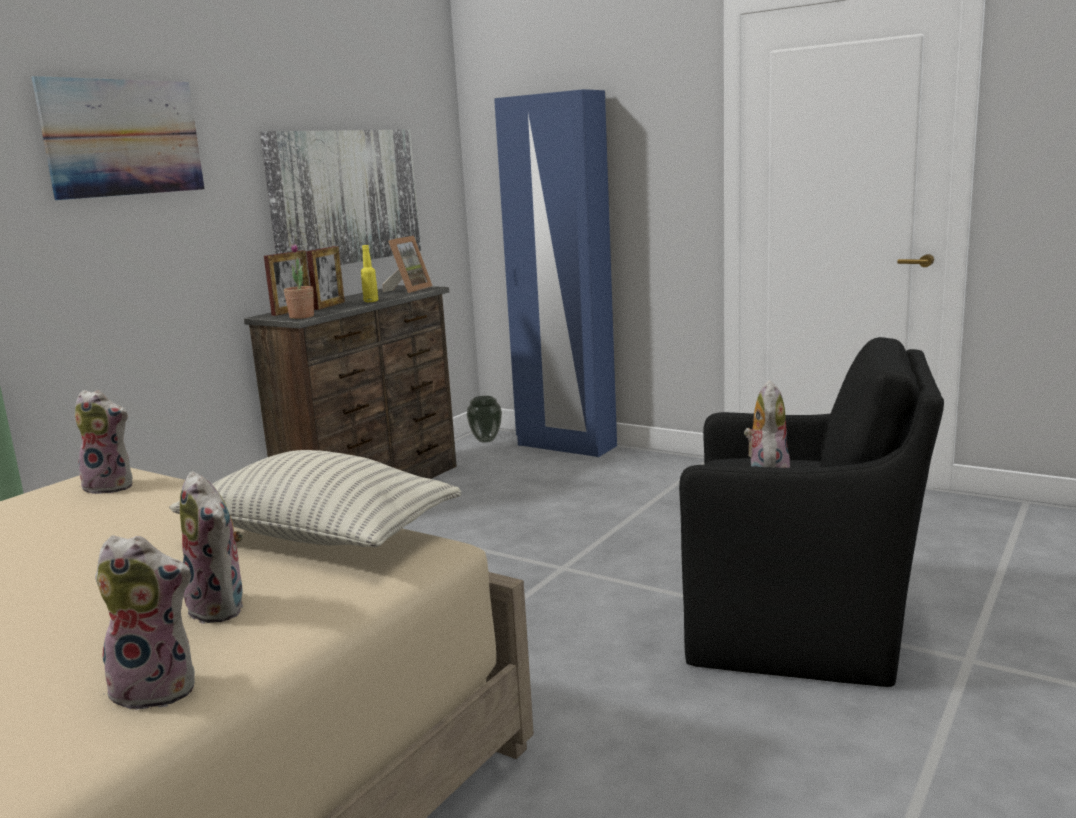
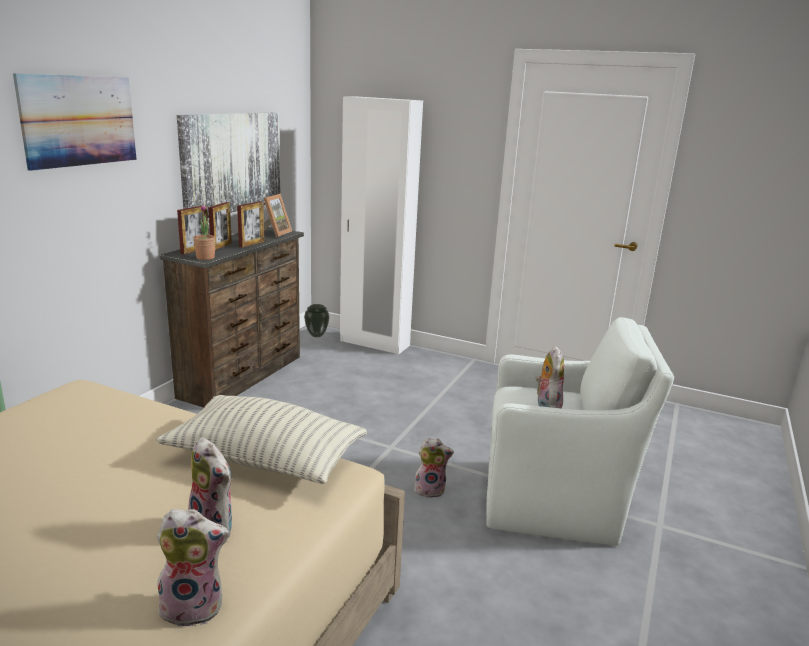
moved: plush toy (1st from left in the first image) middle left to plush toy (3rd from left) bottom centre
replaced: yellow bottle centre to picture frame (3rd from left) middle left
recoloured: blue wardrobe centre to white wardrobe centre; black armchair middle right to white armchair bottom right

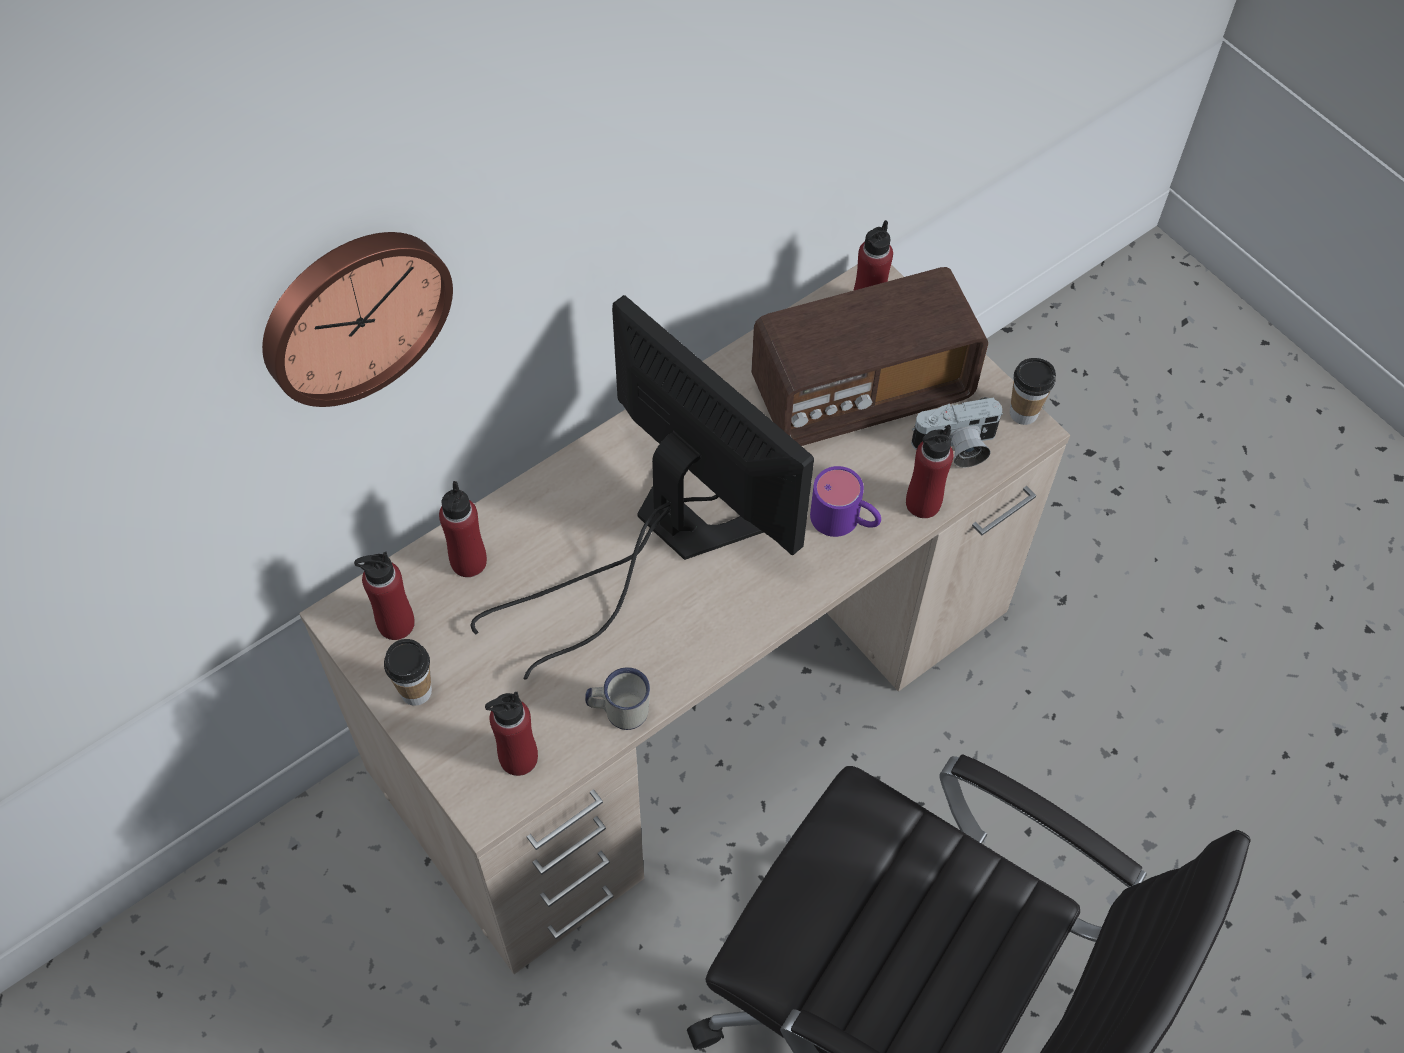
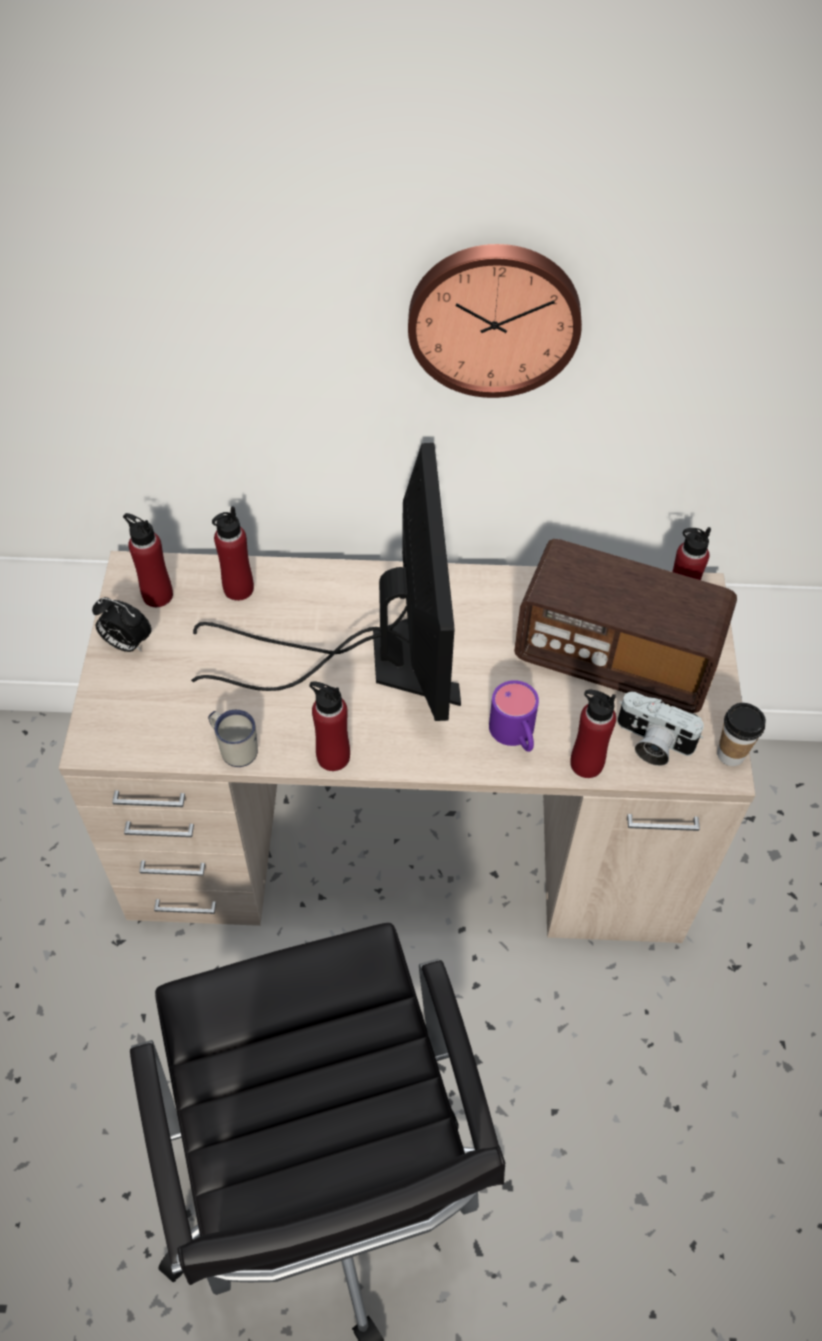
moved: red bottle (3rd from left) bottom centre to centre; wall clock top left to top centre
replaced: cup (1st from left) middle left to alarm clock middle left

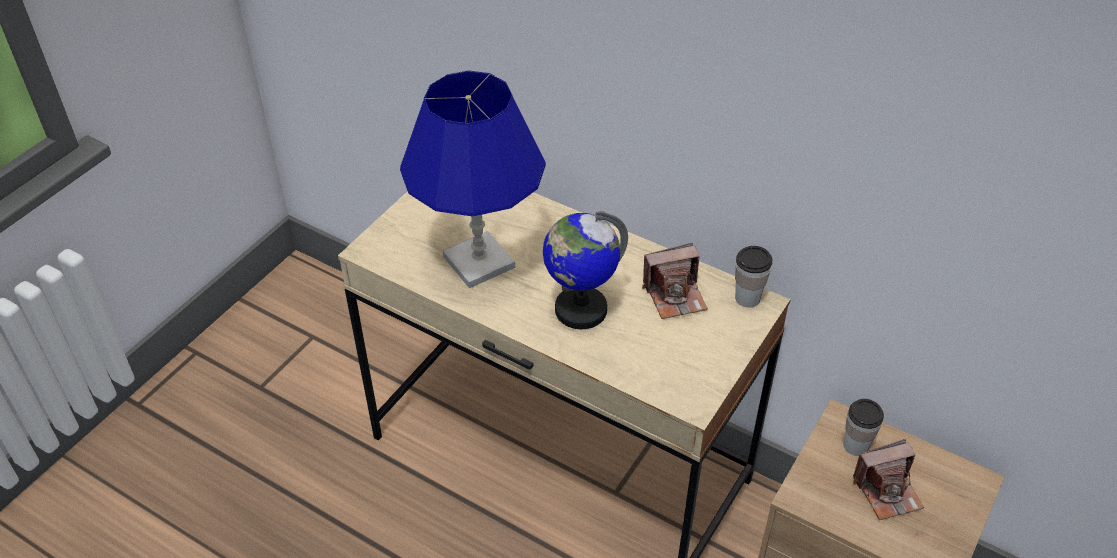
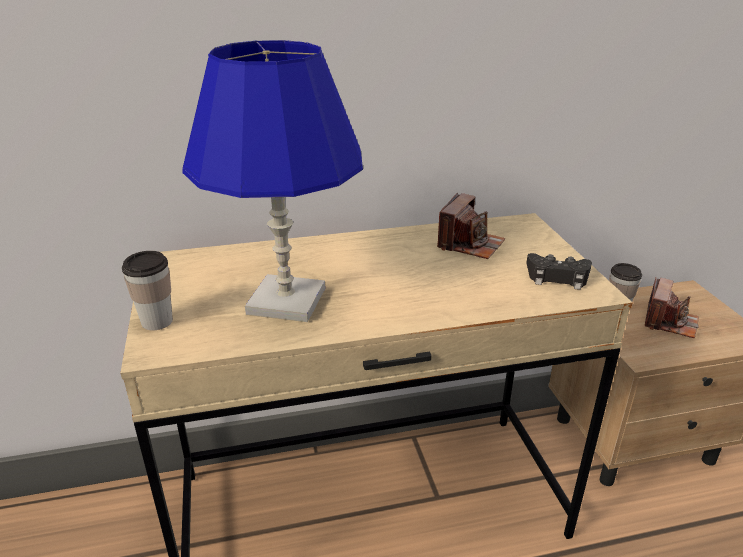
removed: globe centre
added: black game controller middle right
moved: cup (1st from left) middle right to middle left

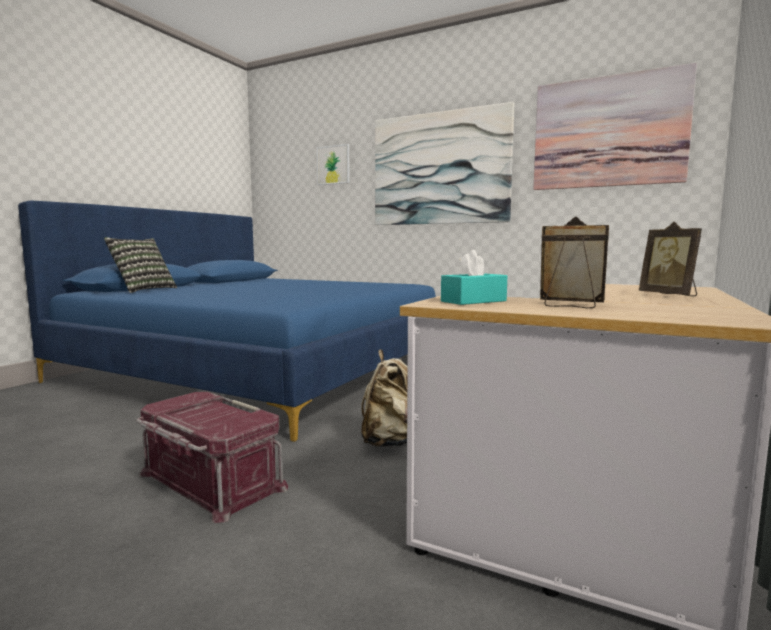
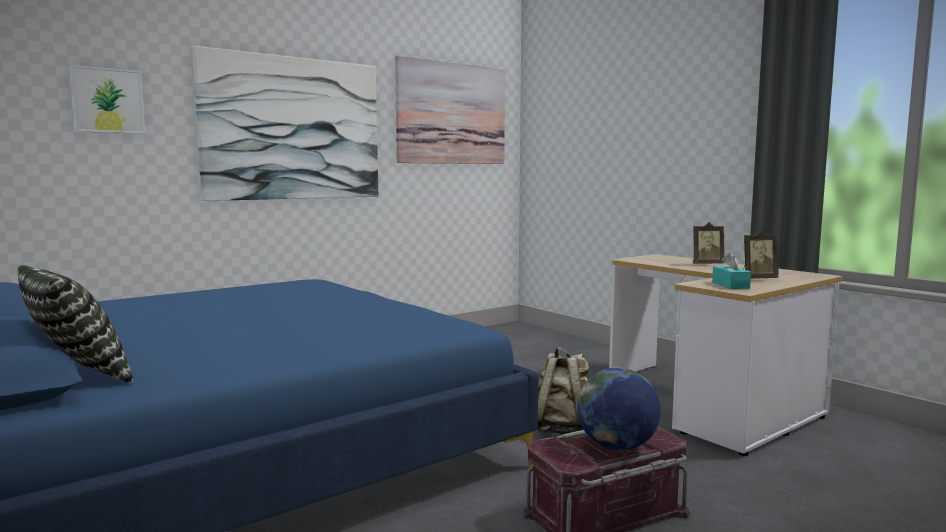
added: globe bottom centre
turned: picture frame (1st from left in the first image) middle right = middle right 150 degrees counterclockwise

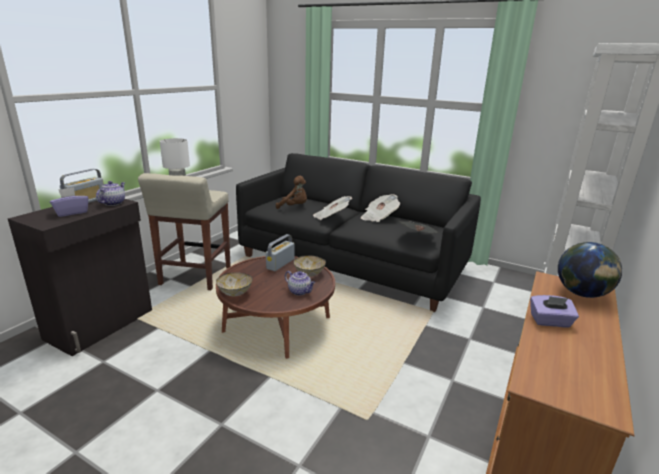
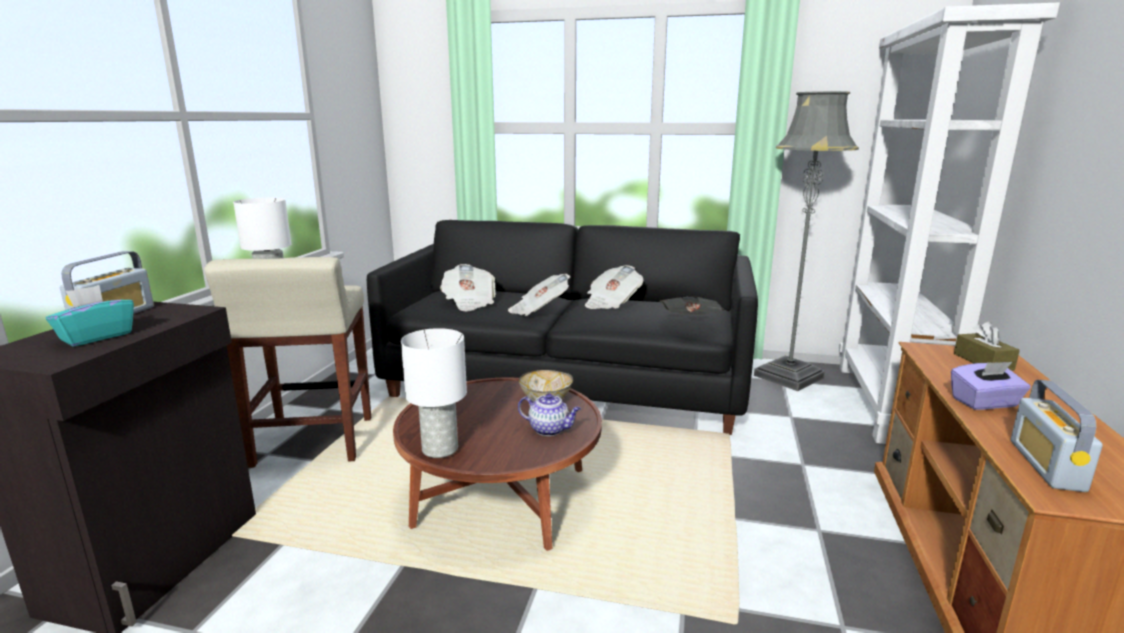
removed: teapot (1st from left) middle left
added: grey floor lamp middle right
moved: radio (2nd from left) centre to bottom right
replaced: bowl (1st from left) centre to white table lamp (2nd from left) centre; brown plush toy centre to newspaper (1st from left) centre; globe middle right to brown tissue box middle right
recoloured: purple tissue box (1st from left) middle left to turquoise tissue box middle left

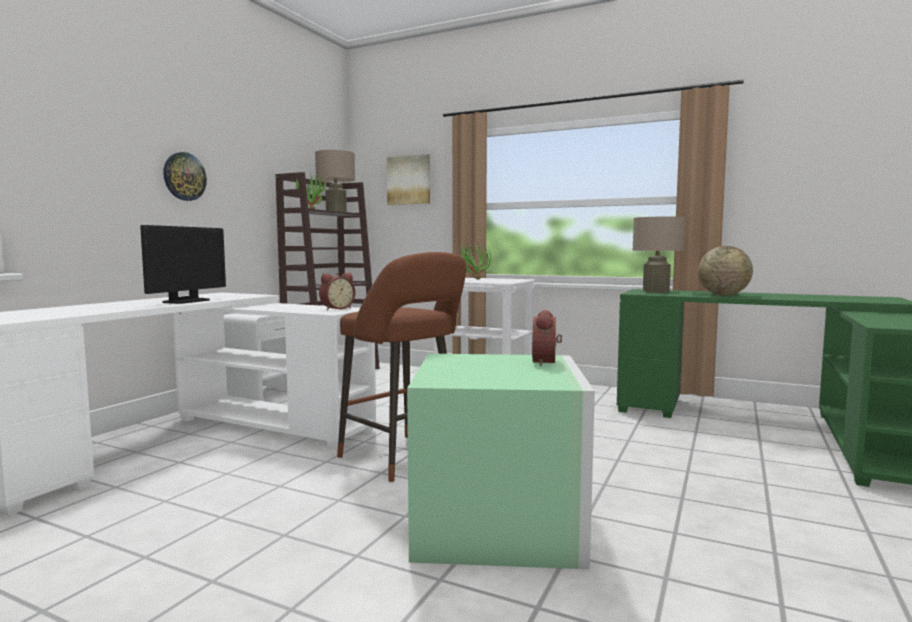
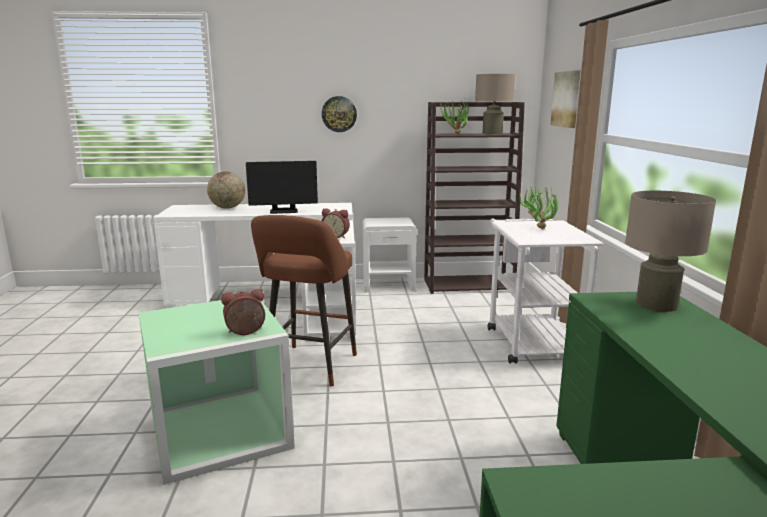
moved: globe middle right to middle left

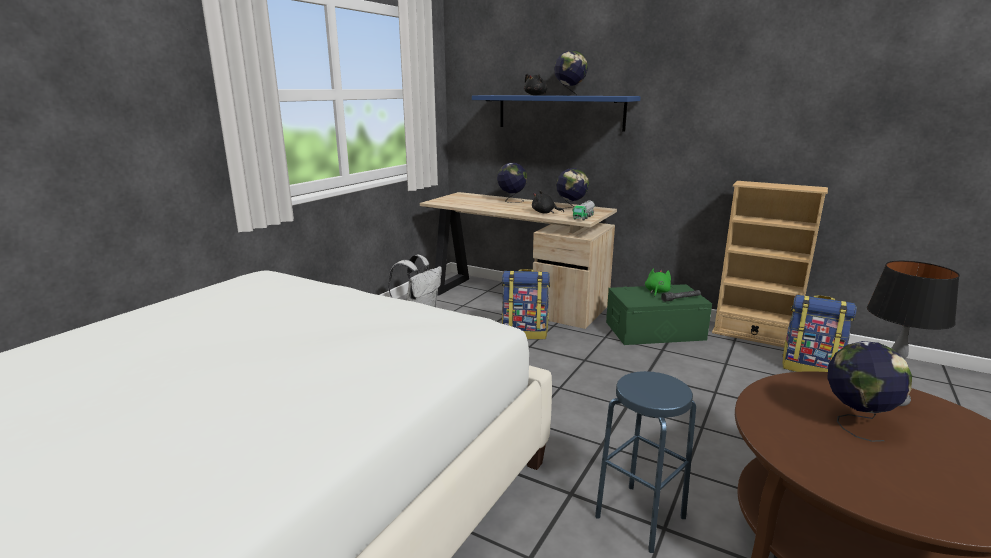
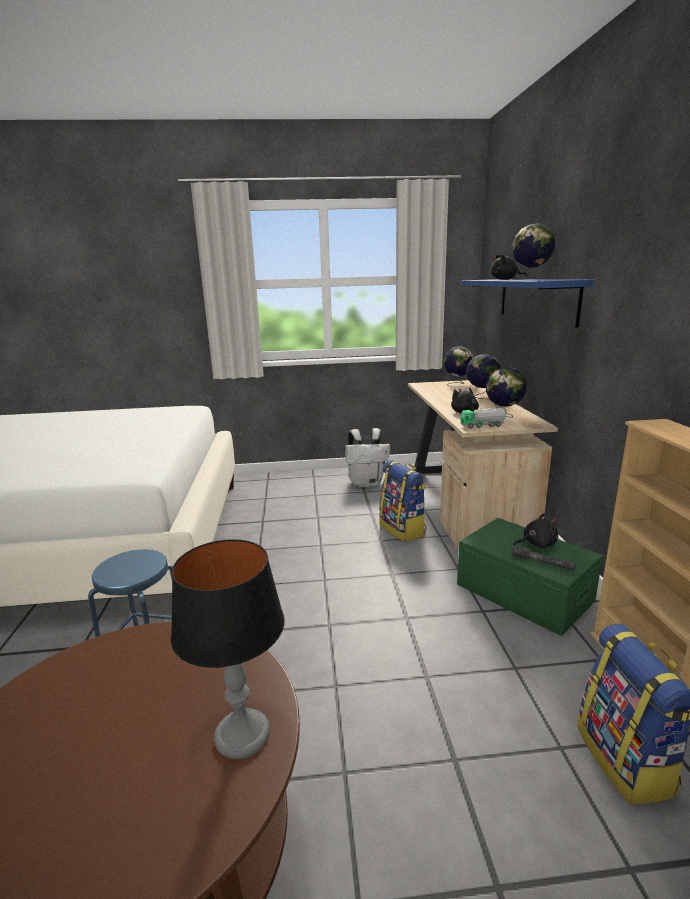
moved: globe (4th from left in the first image) bottom right to globe (1st from left) centre
recoloured: green plush toy centre to black plush toy (3rd from left) middle right

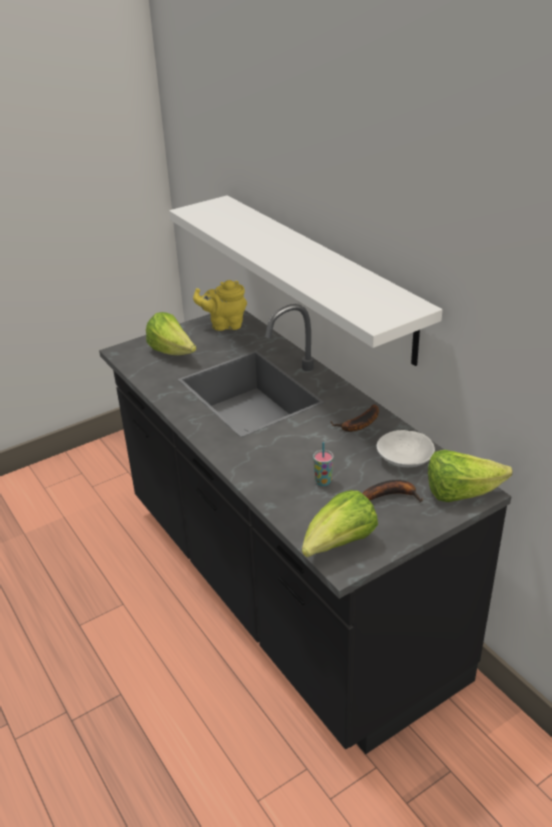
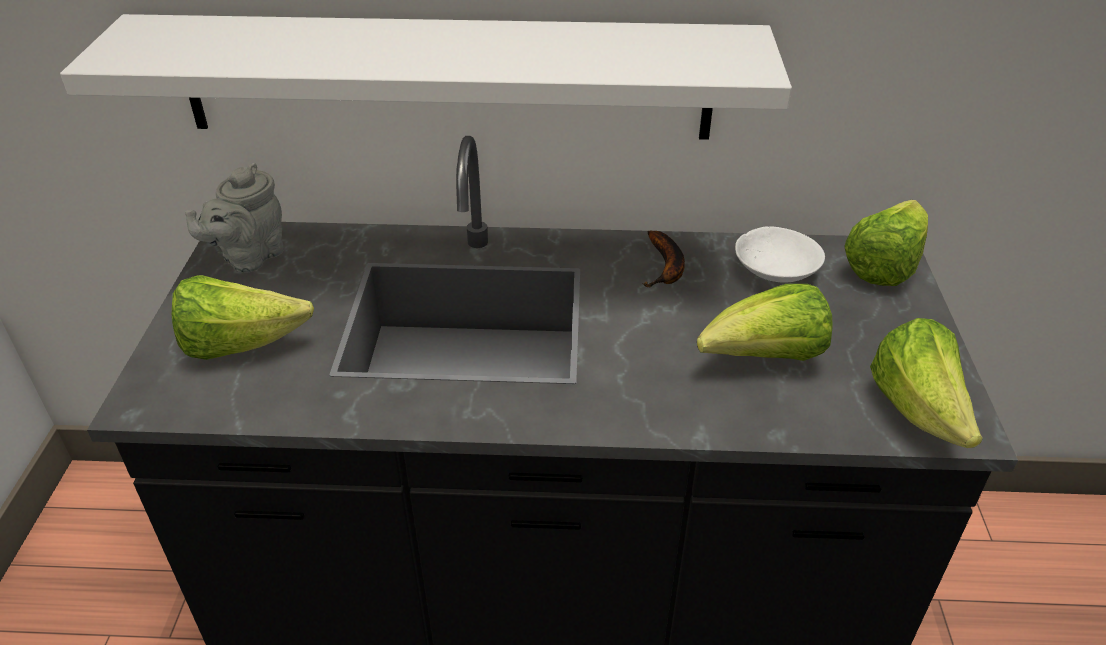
removed: banana (2nd from left) middle right
replaced: cup centre to lettuce (2nd from left) middle right
recoloured: yellow teapot centre to grey teapot middle left

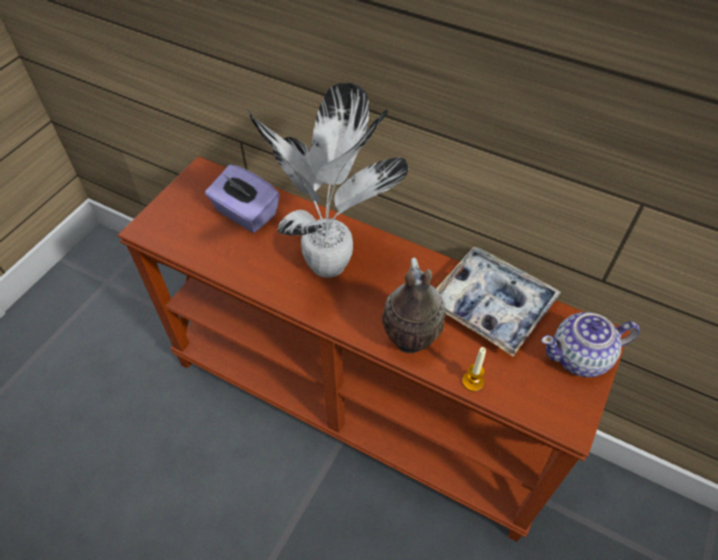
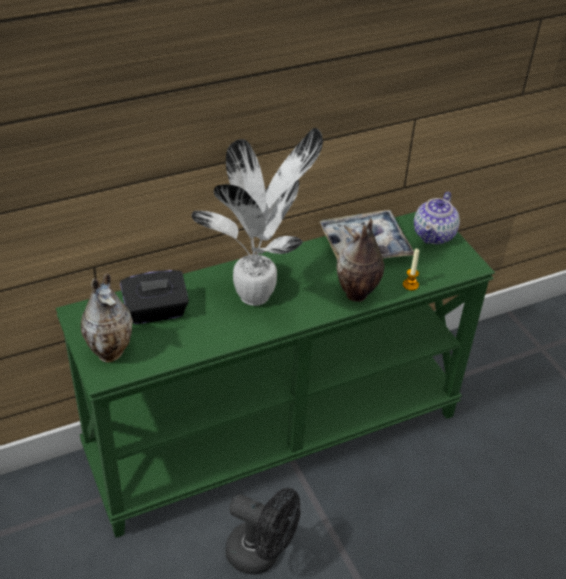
added: vase (1st from left) middle left; black fan bottom centre
recoloured: brown console table centre to green console table centre; purple tissue box centre to black tissue box middle left

